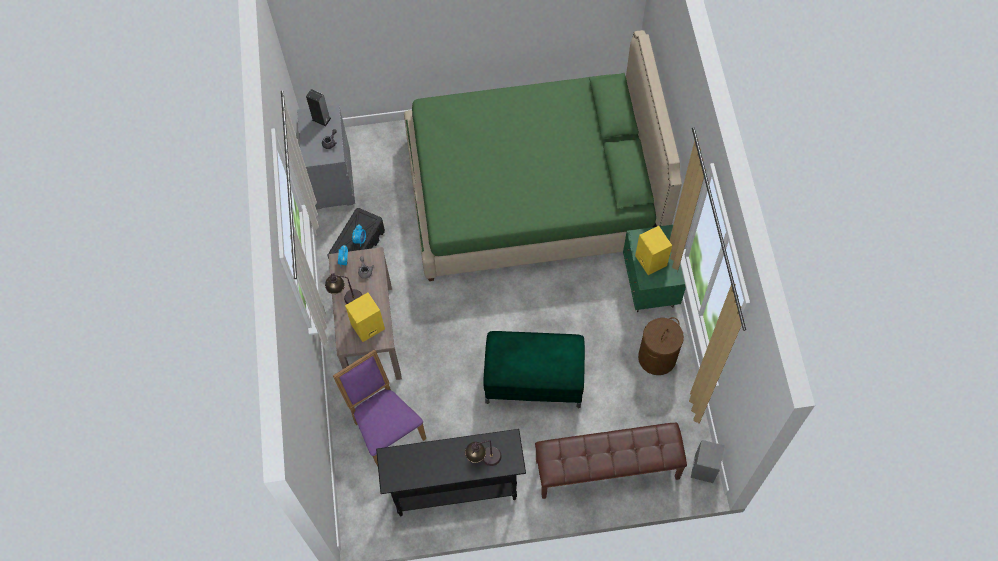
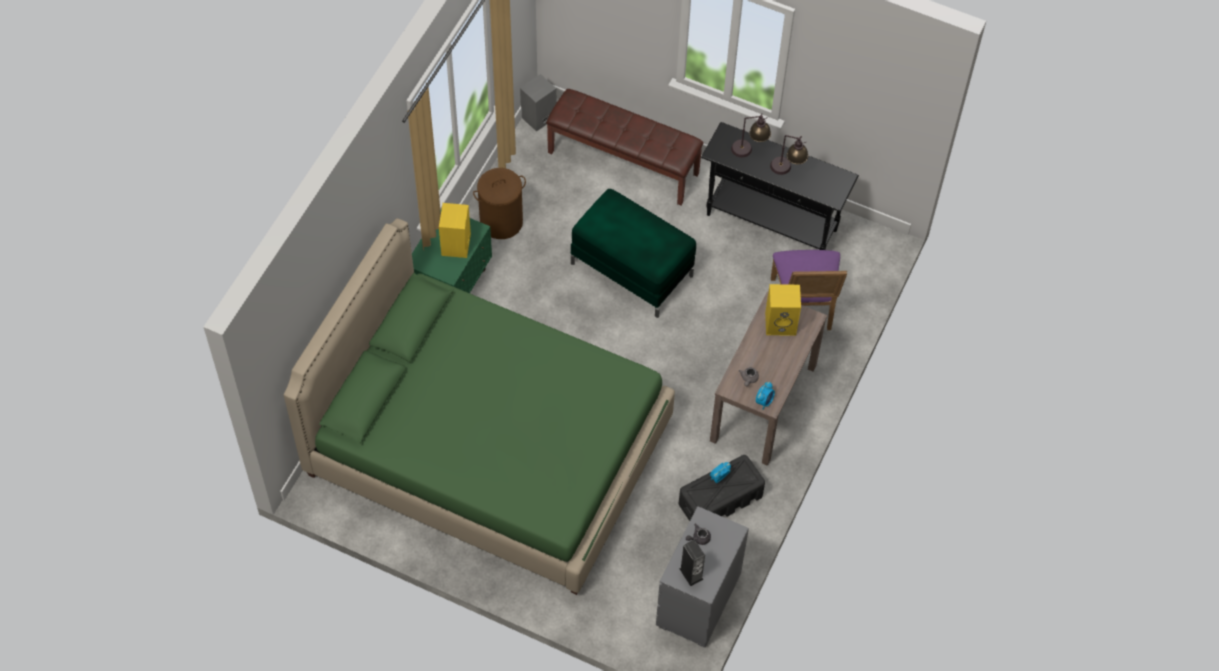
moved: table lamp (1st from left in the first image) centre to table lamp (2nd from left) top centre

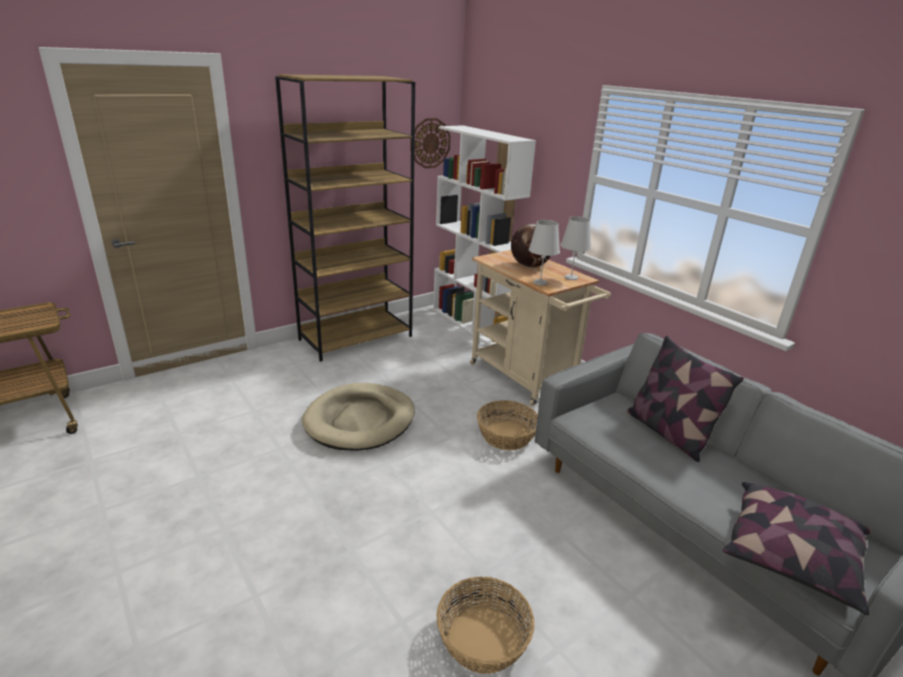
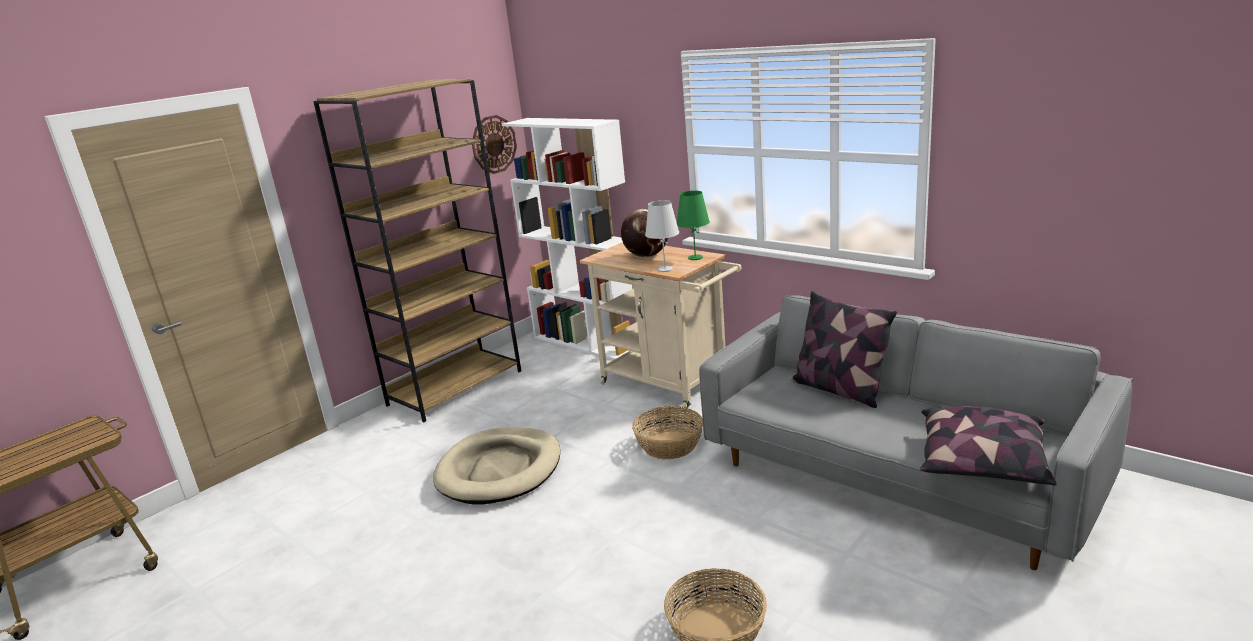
recoloured: white table lamp (2nd from left) centre to green table lamp centre

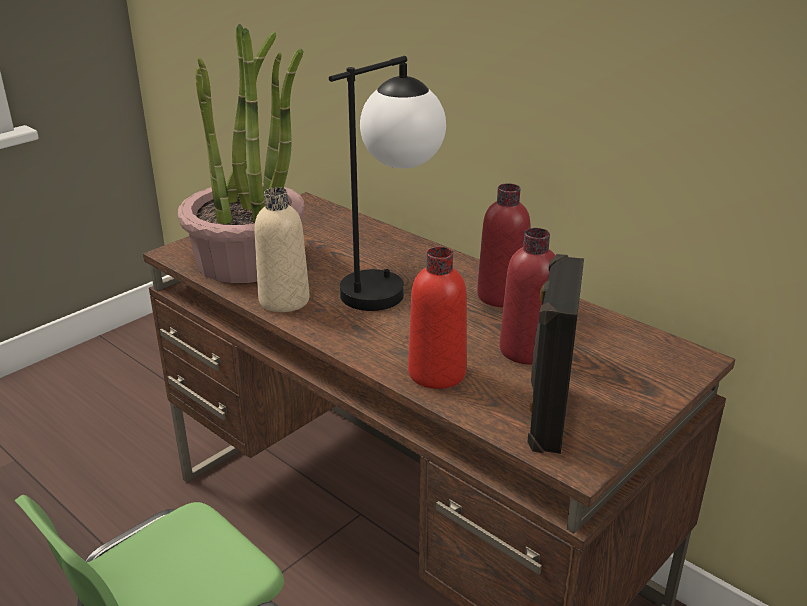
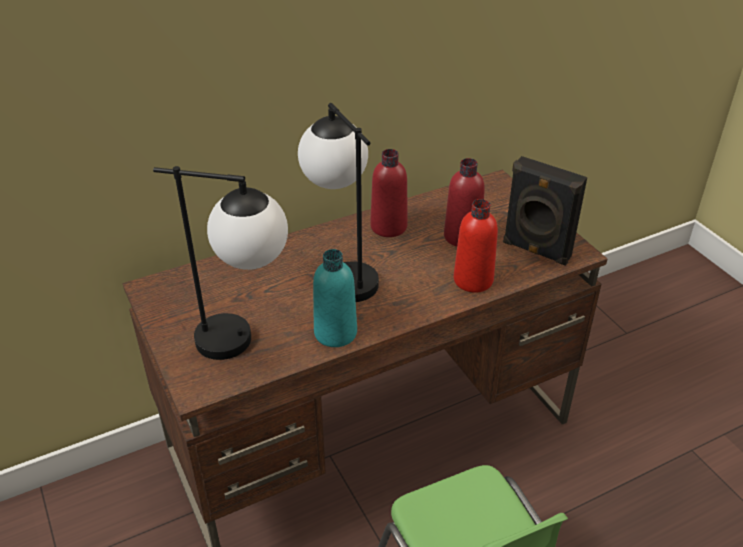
replaced: potted plant top left to table lamp (1st from left) middle left
recoloured: beige bottle centre to turquoise bottle centre

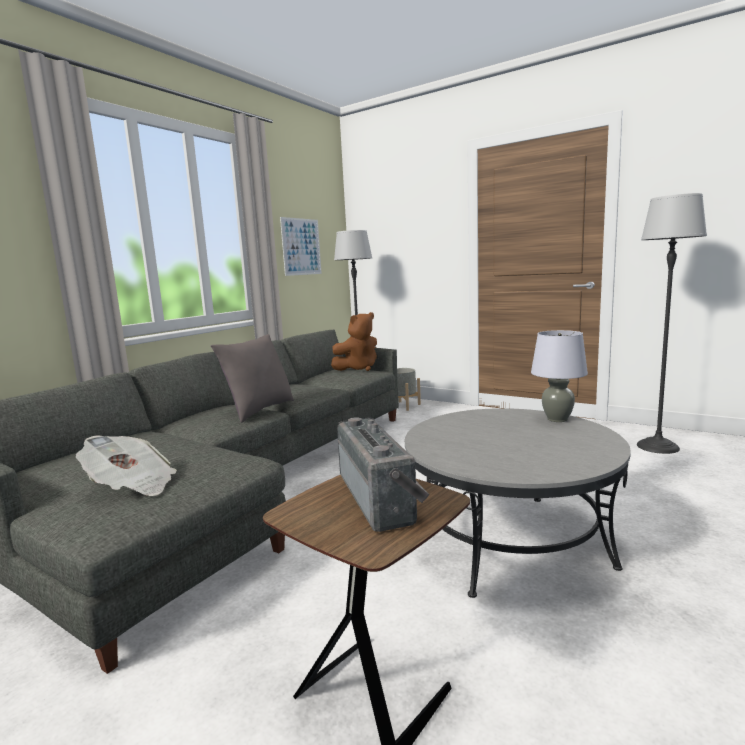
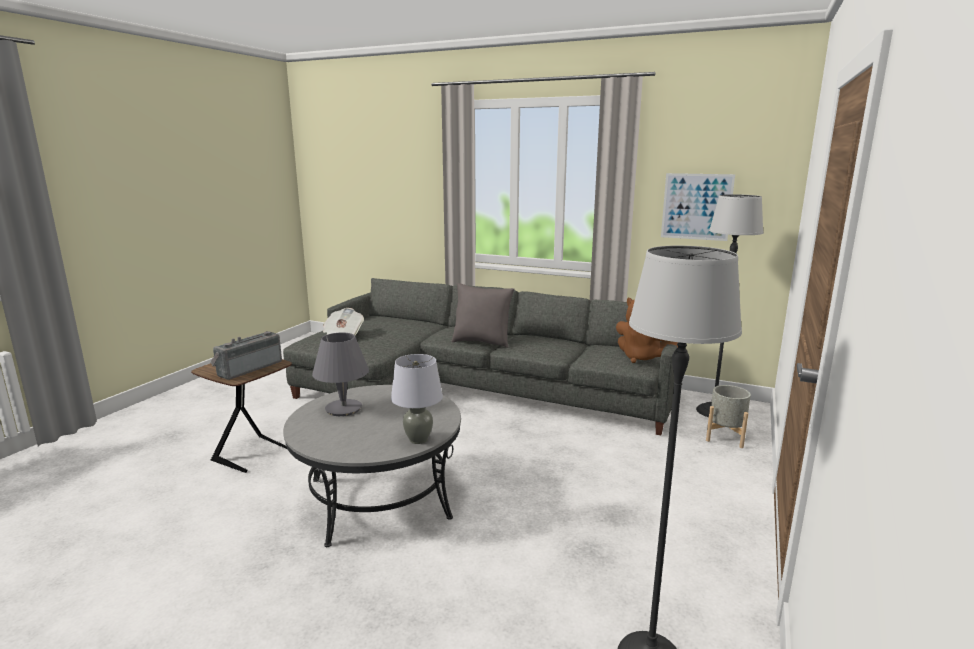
added: grey table lamp (1st from left) centre
turned: radio centre = middle left 150 degrees clockwise

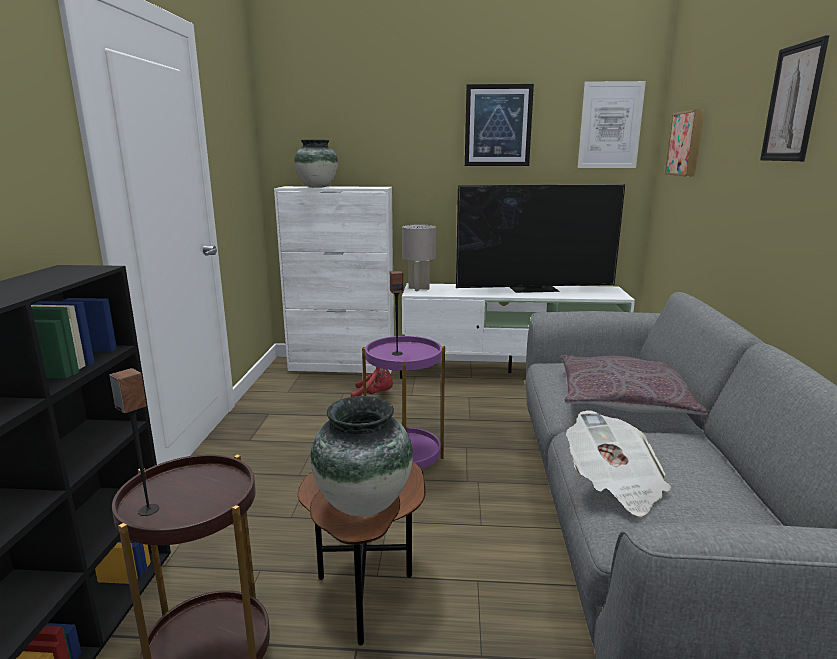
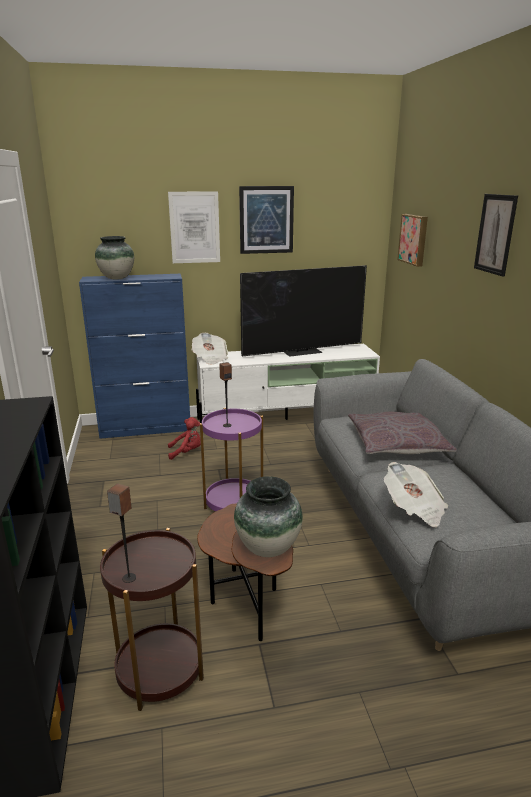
moved: picture (2nd from left in the first image) top right to picture (1st from left) top centre
replaced: grey table lamp centre to newspaper (1st from left) centre
recoloured: white cabinet centre to blue cabinet middle left

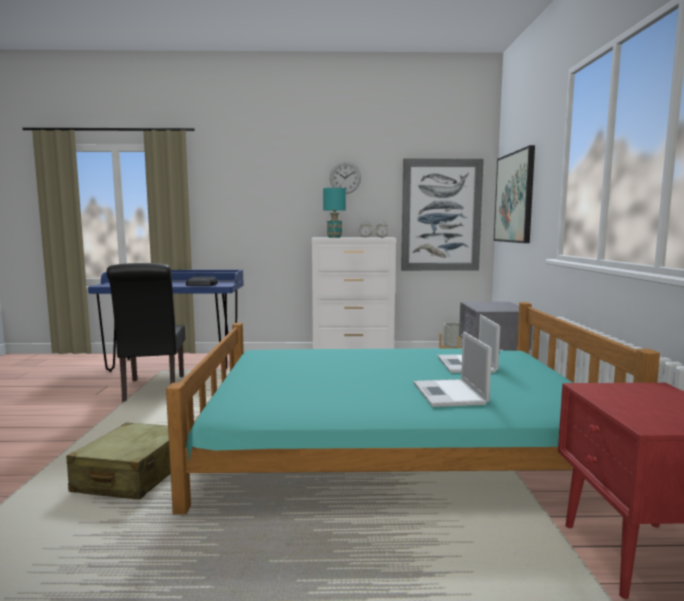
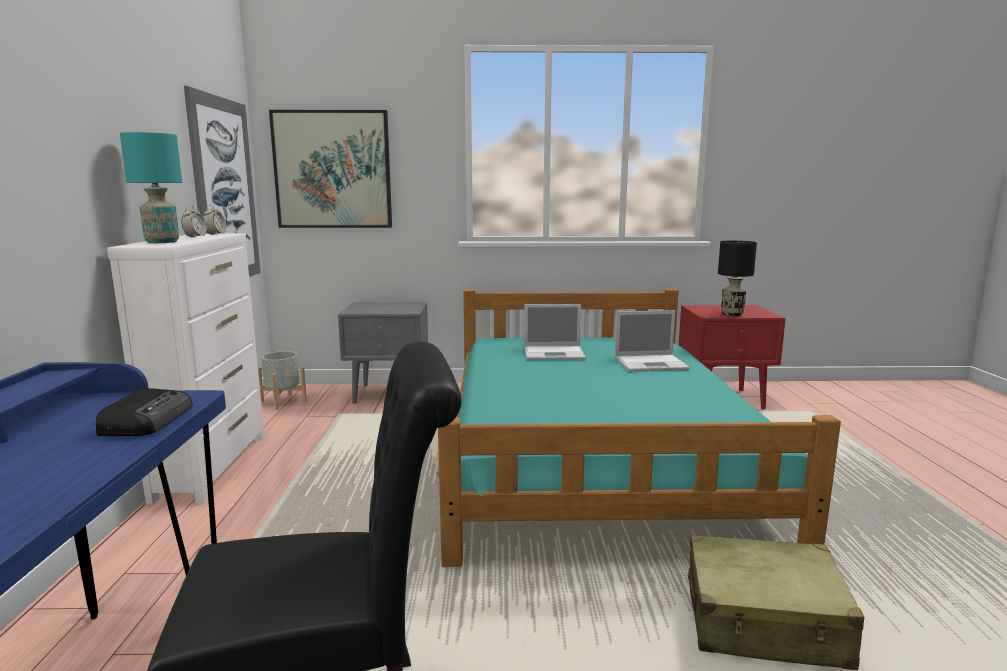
removed: wall clock top centre
added: black table lamp middle right

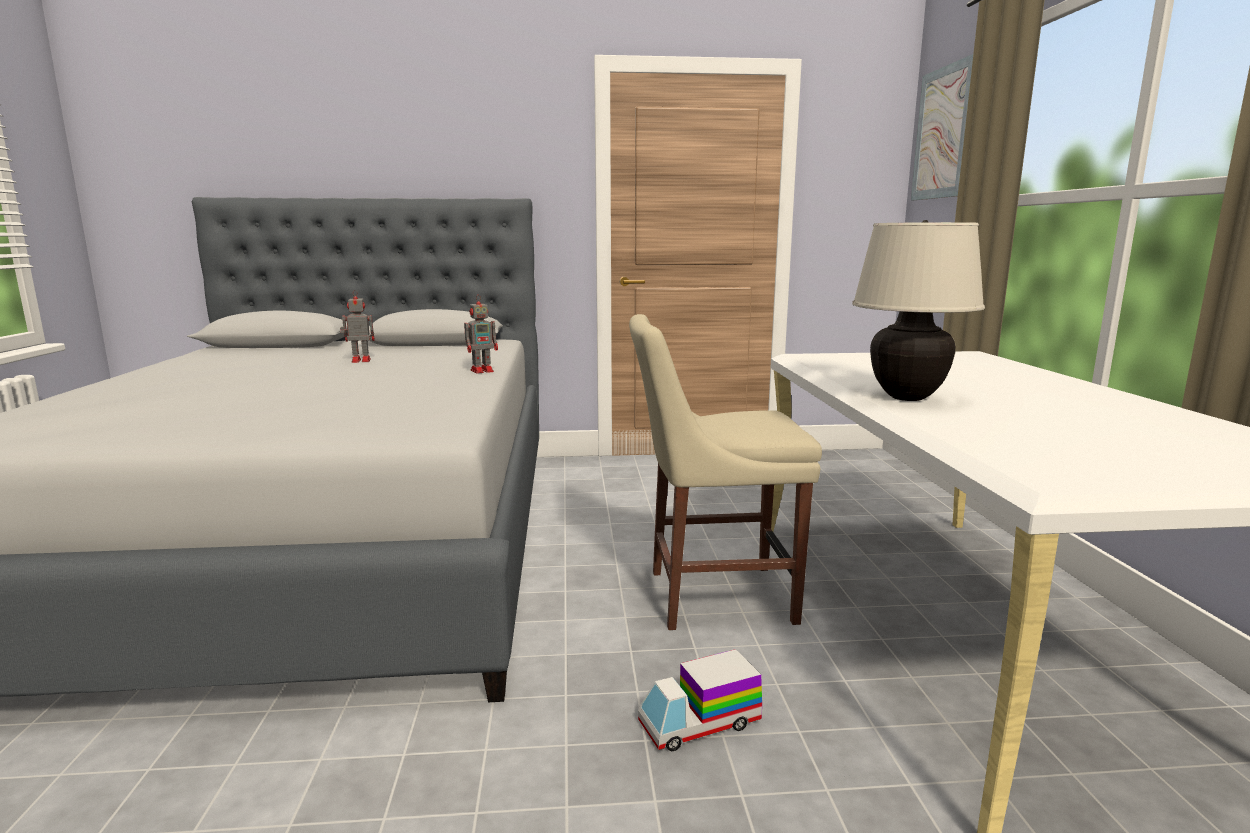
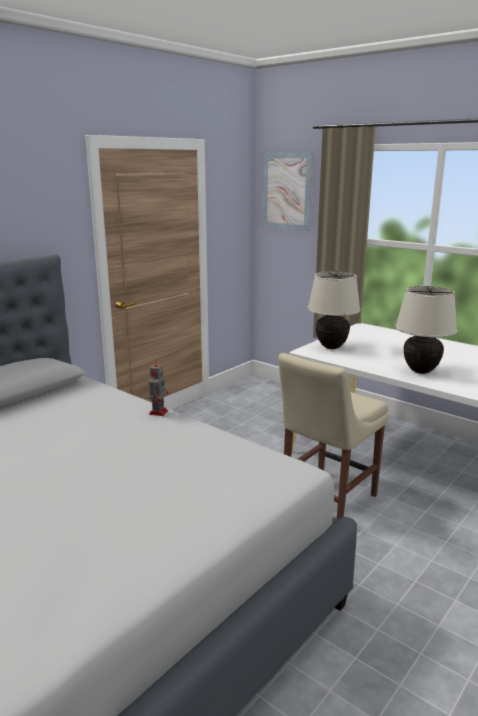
removed: toy robot (1st from left) middle left; toy truck bottom centre
added: beige table lamp (1st from left) middle right

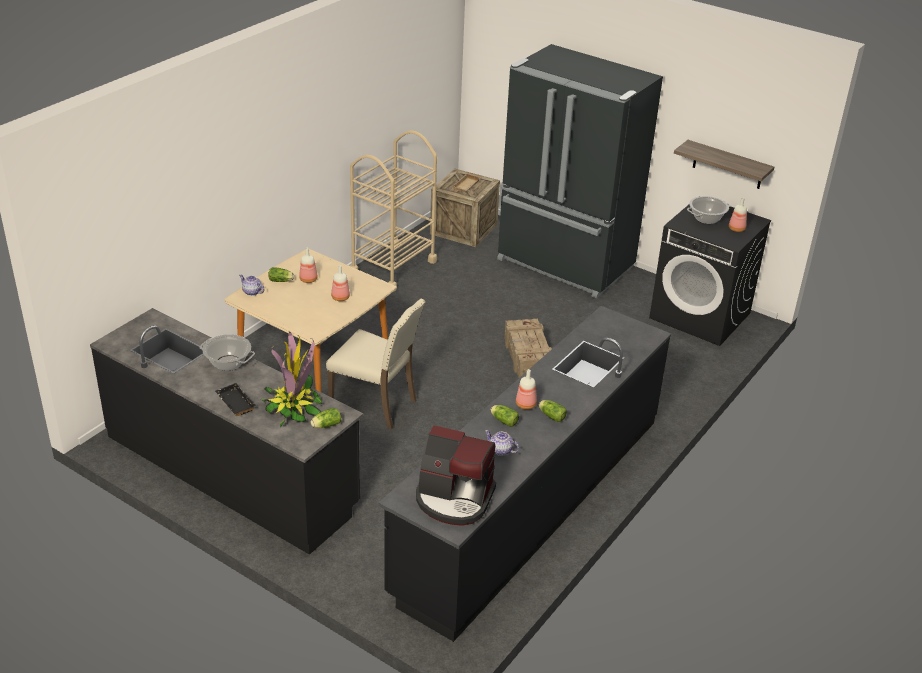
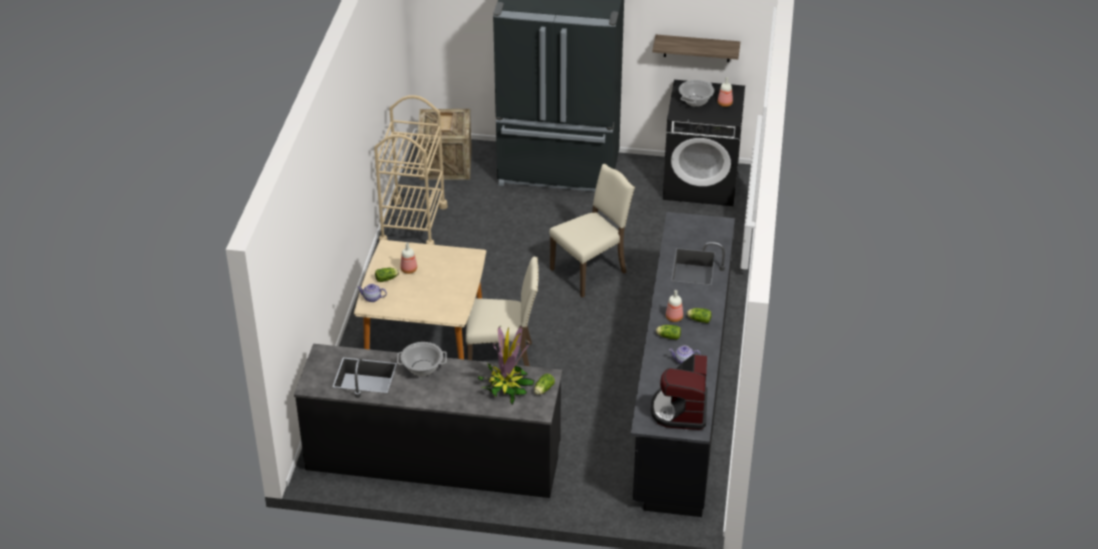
removed: black tray middle left; bottle (2nd from left) centre
replaced: crate (2nd from left) centre to beige chair (2nd from left) centre
turned: coffee machine bottom centre = bottom centre 105 degrees clockwise

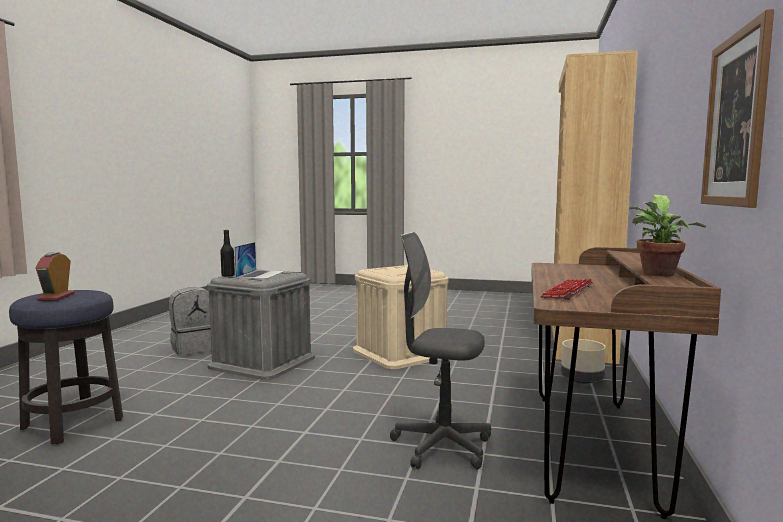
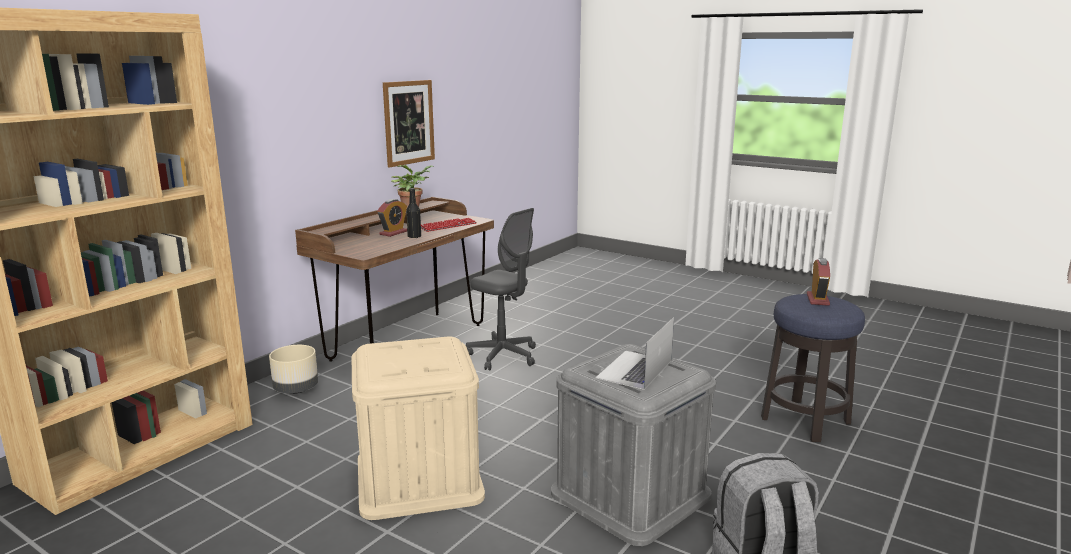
added: alarm clock (1st from left) centre
moved: black bottle middle left to centre

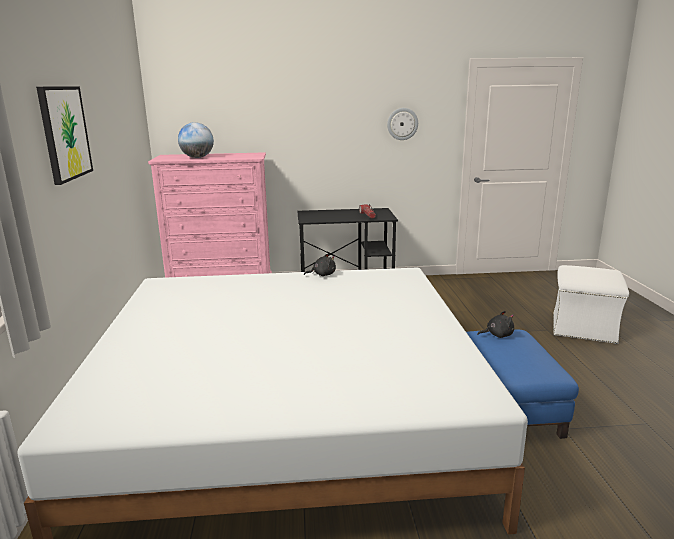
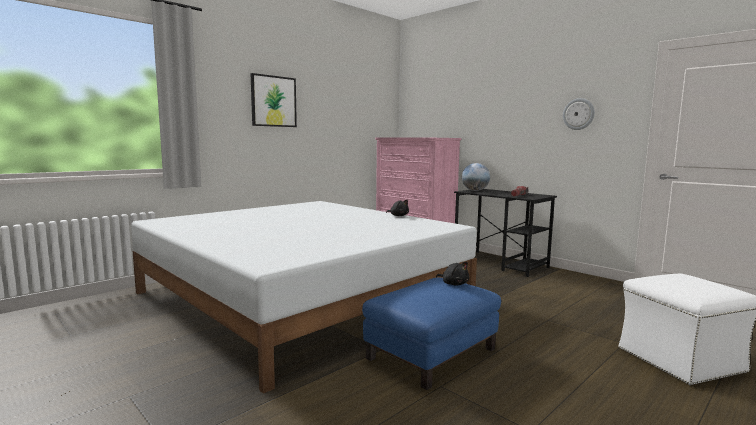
moved: globe top left to centre

